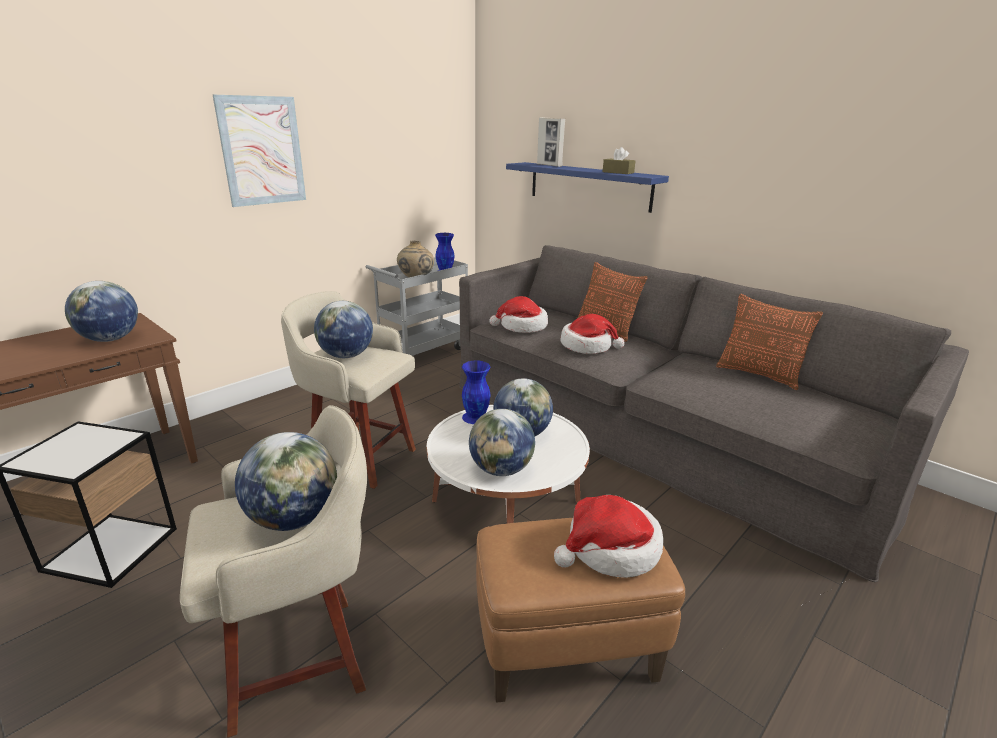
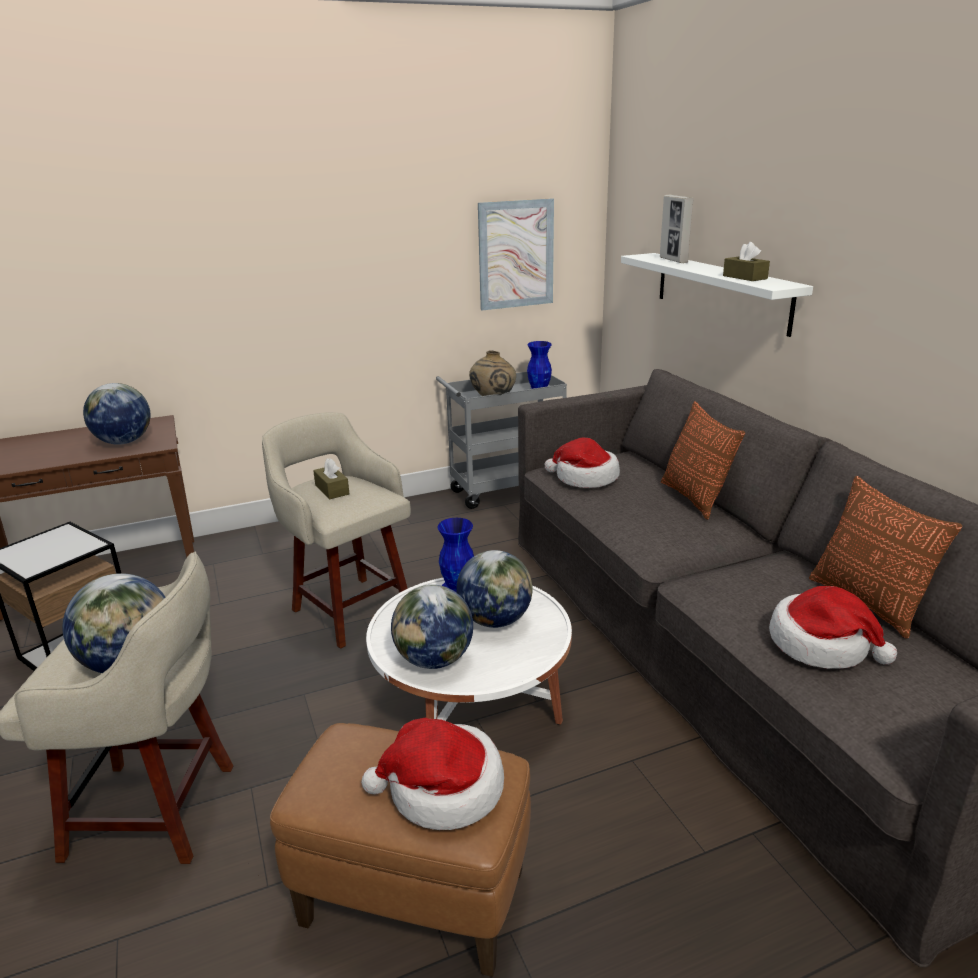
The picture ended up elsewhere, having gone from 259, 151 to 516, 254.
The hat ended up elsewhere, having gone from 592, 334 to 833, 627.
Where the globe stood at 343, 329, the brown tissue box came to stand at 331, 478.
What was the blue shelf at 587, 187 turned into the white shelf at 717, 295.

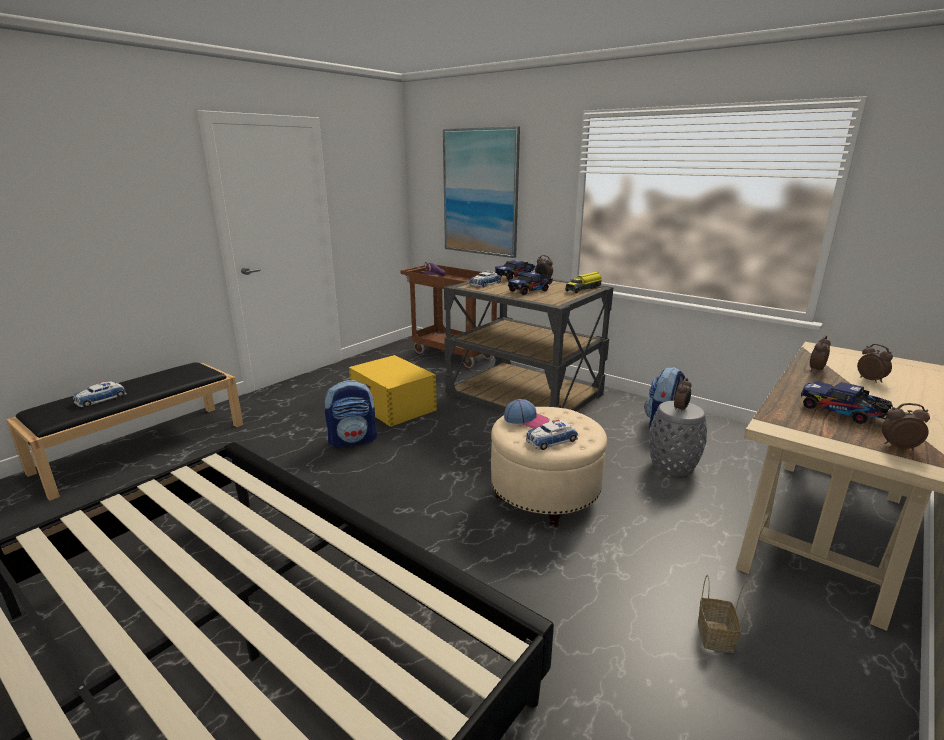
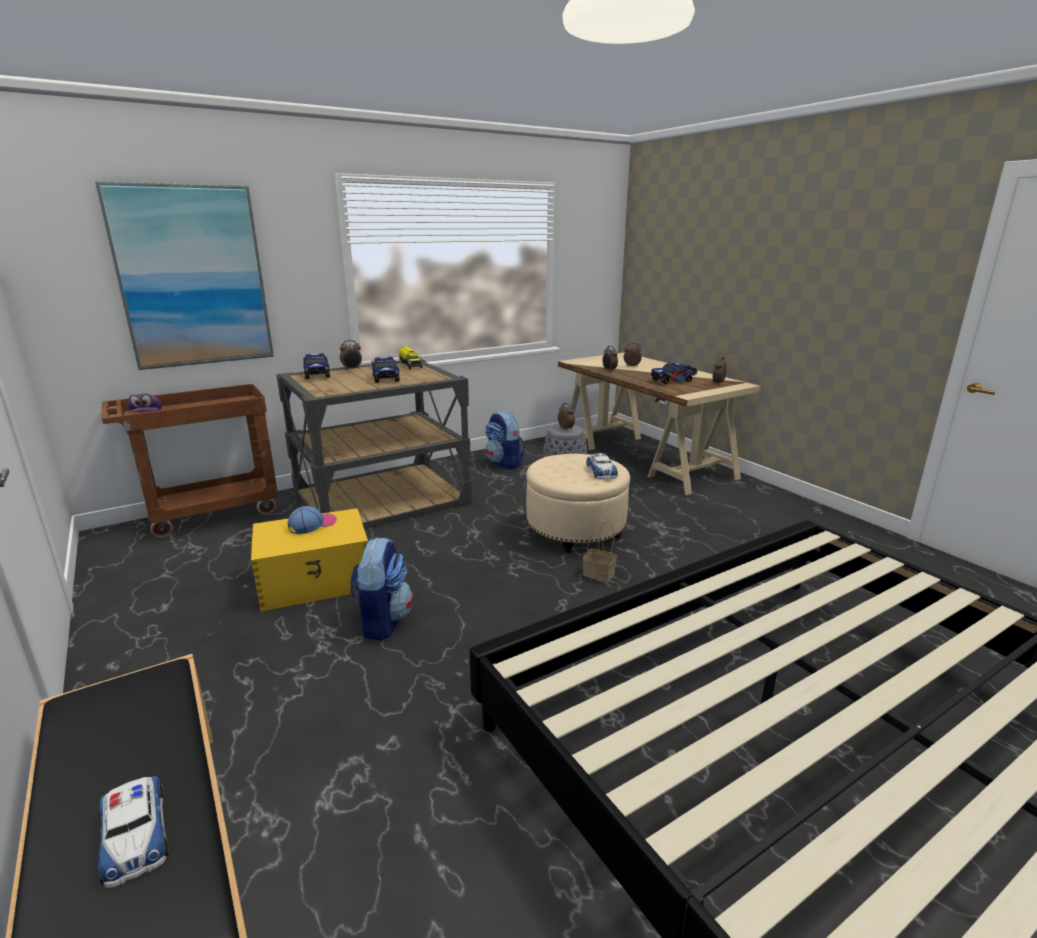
The second view lost the toy car at 485, 279.
The cap ended up elsewhere, having gone from 527, 414 to 312, 520.
The basket ended up elsewhere, having gone from 724, 614 to 600, 552.

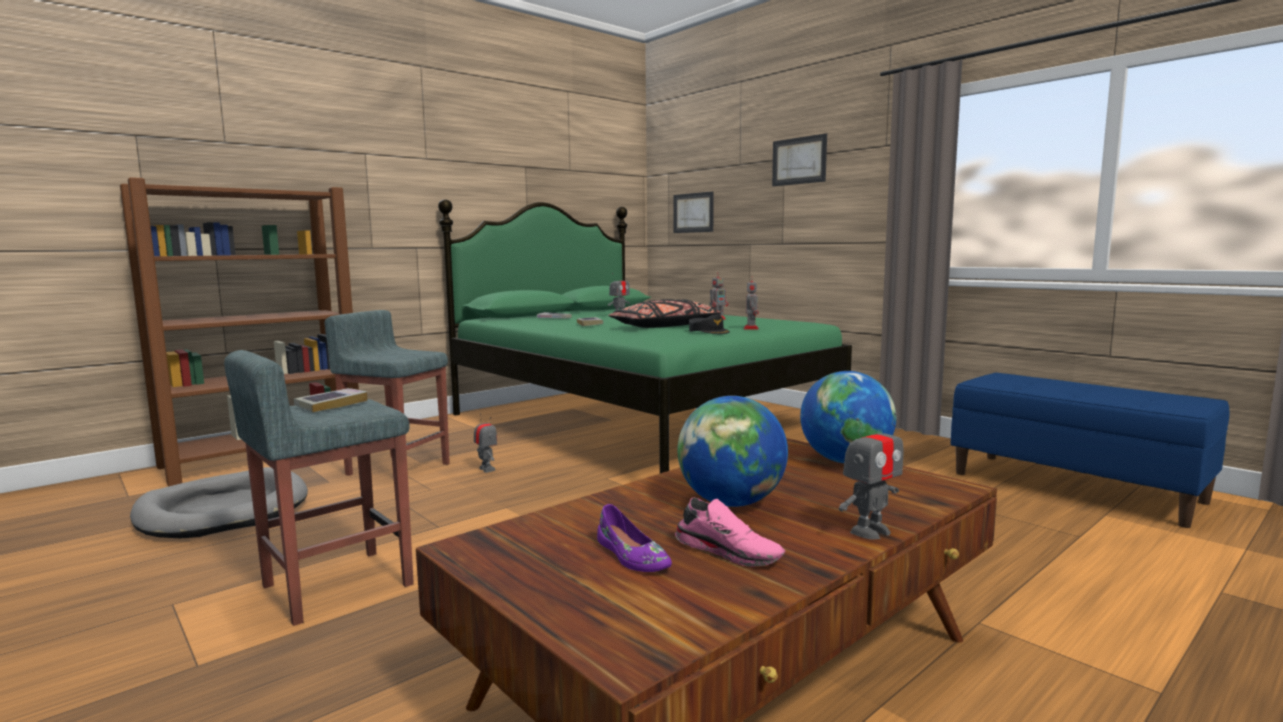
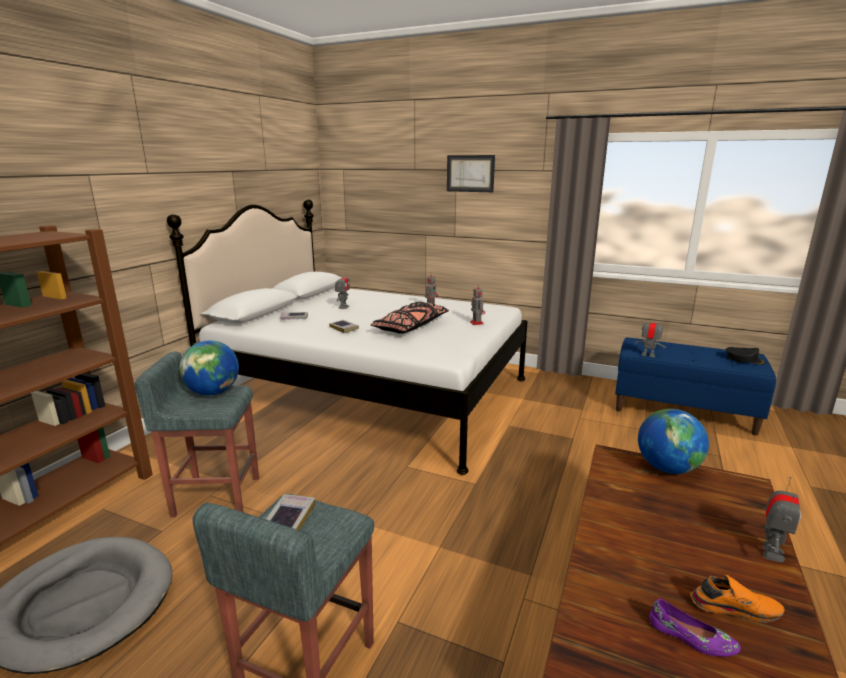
The second view lost the picture at 693, 212.
The toy robot ended up elsewhere, having gone from 485, 443 to 650, 337.
The globe ended up elsewhere, having gone from 732, 451 to 209, 367.
The black cap ended up elsewhere, having gone from 709, 324 to 746, 356.
What was the green bed at 645, 336 turned into the white bed at 347, 337.
What was the pink shoe at 730, 532 turned into the orange shoe at 737, 599.

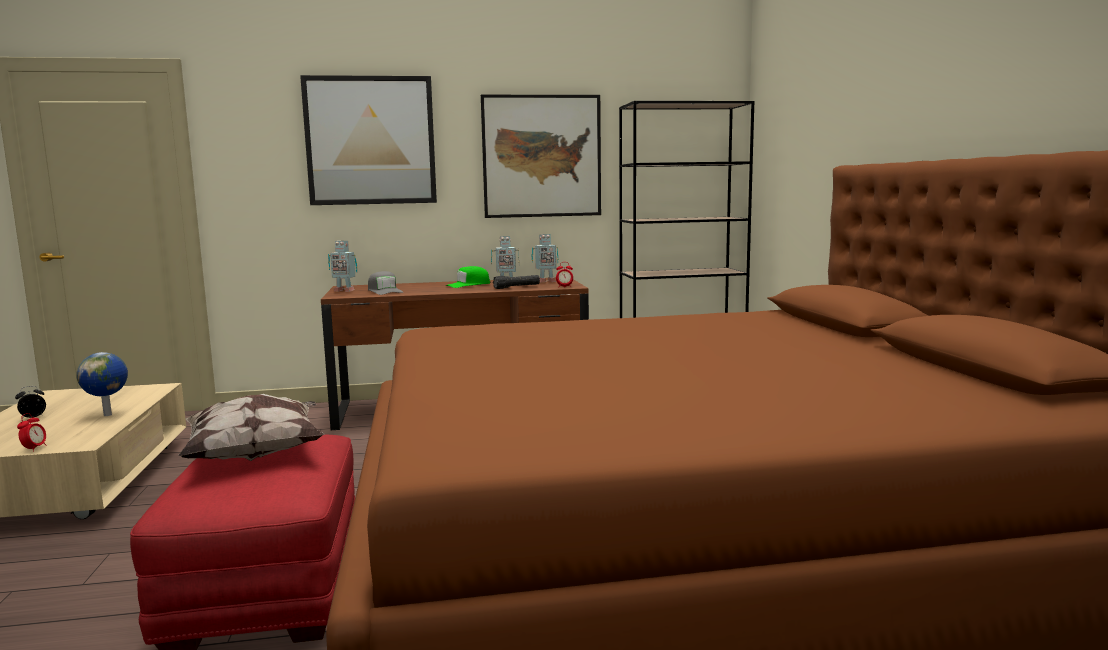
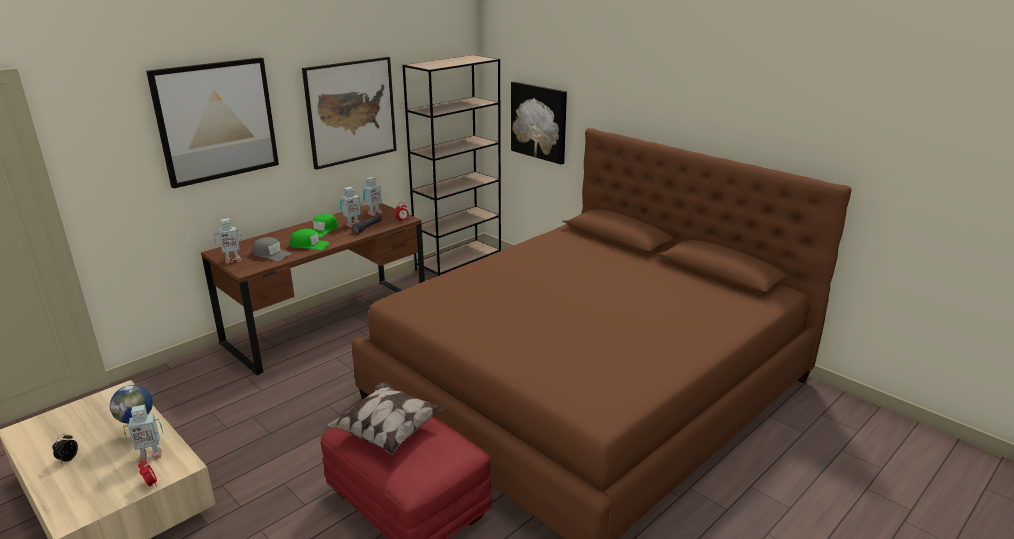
The second view gained the toy robot at 143, 434.
The second view gained the green cap at 310, 239.
The second view gained the picture at 539, 123.

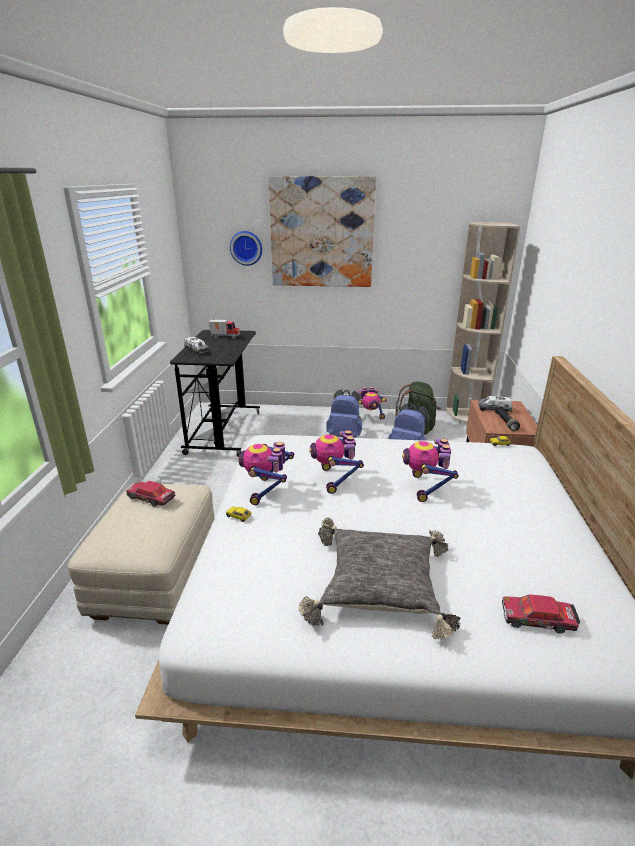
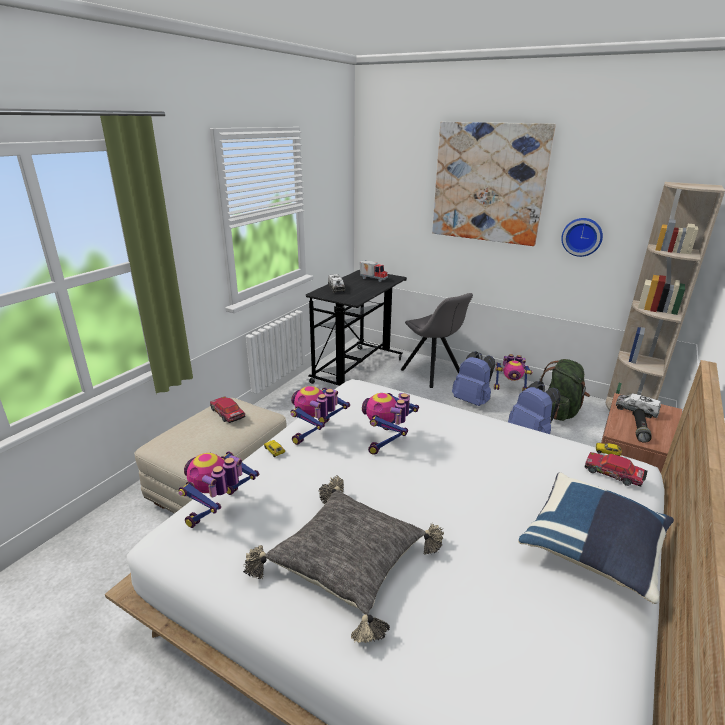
The second view gained the grey chair at 437, 340.
The second view gained the blue pillow at 596, 538.
The wall clock ended up elsewhere, having gone from 246, 248 to 582, 237.
The toy robot ended up elsewhere, having gone from 430, 470 to 219, 490.
The toy car ended up elsewhere, having gone from 541, 614 to 616, 469.

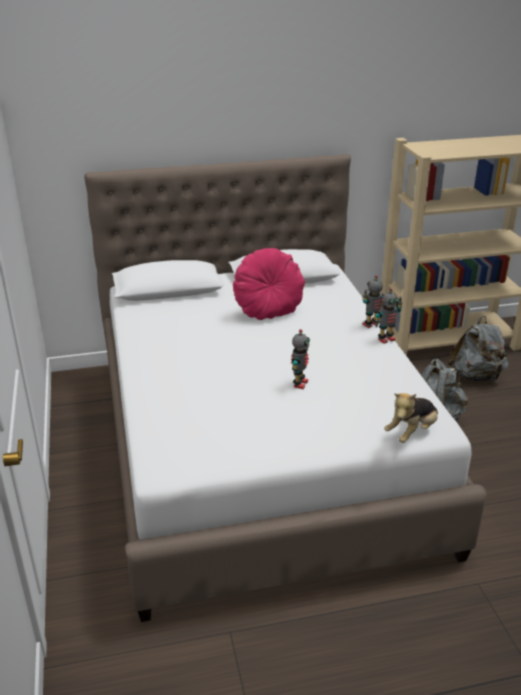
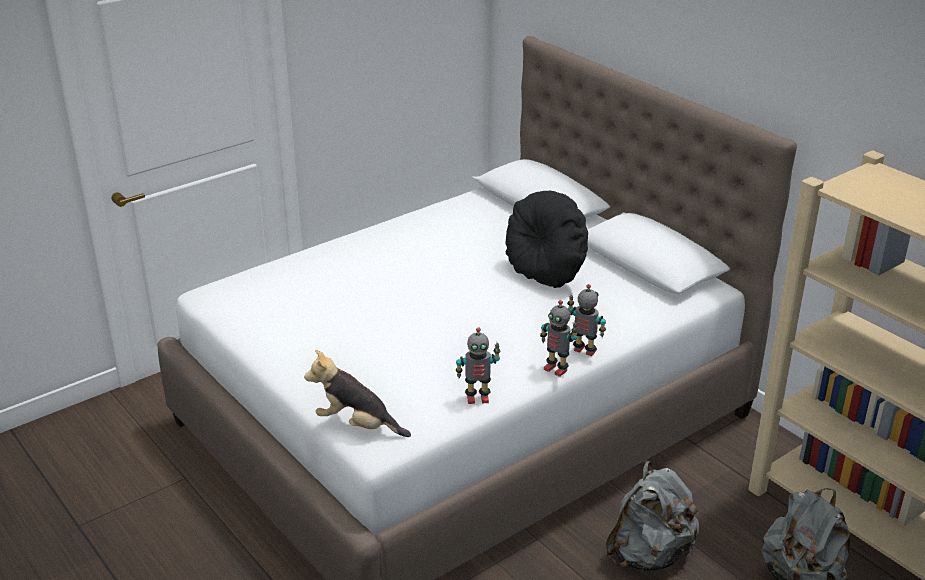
The toy robot ended up elsewhere, having gone from 300, 359 to 478, 365.
What was the pink pillow at 269, 284 turned into the black pillow at 547, 239.

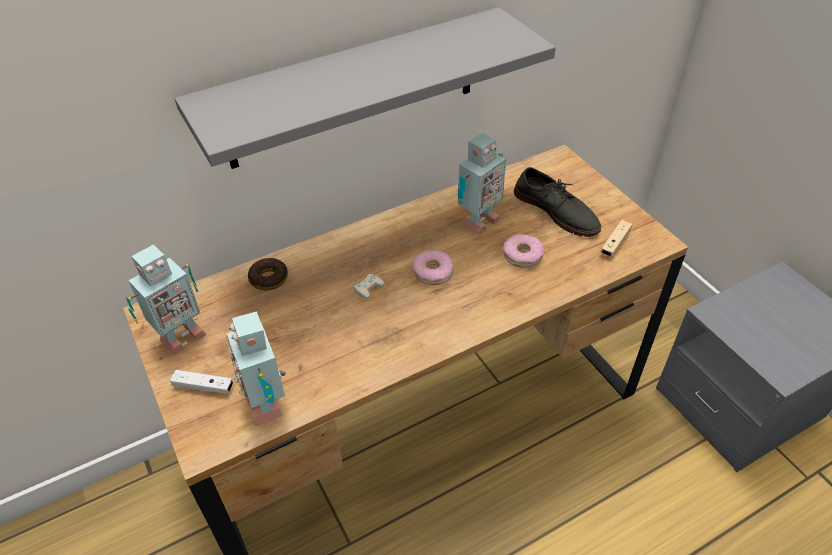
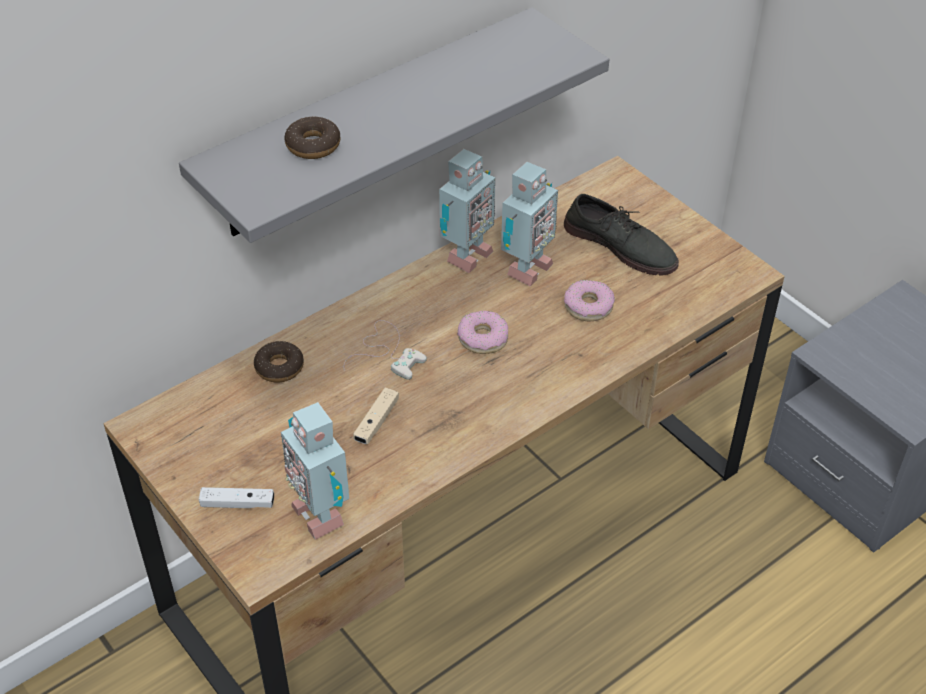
The second view gained the donut at 312, 138.
The toy robot ended up elsewhere, having gone from 166, 300 to 467, 211.
The beige game controller ended up elsewhere, having gone from 616, 238 to 376, 416.

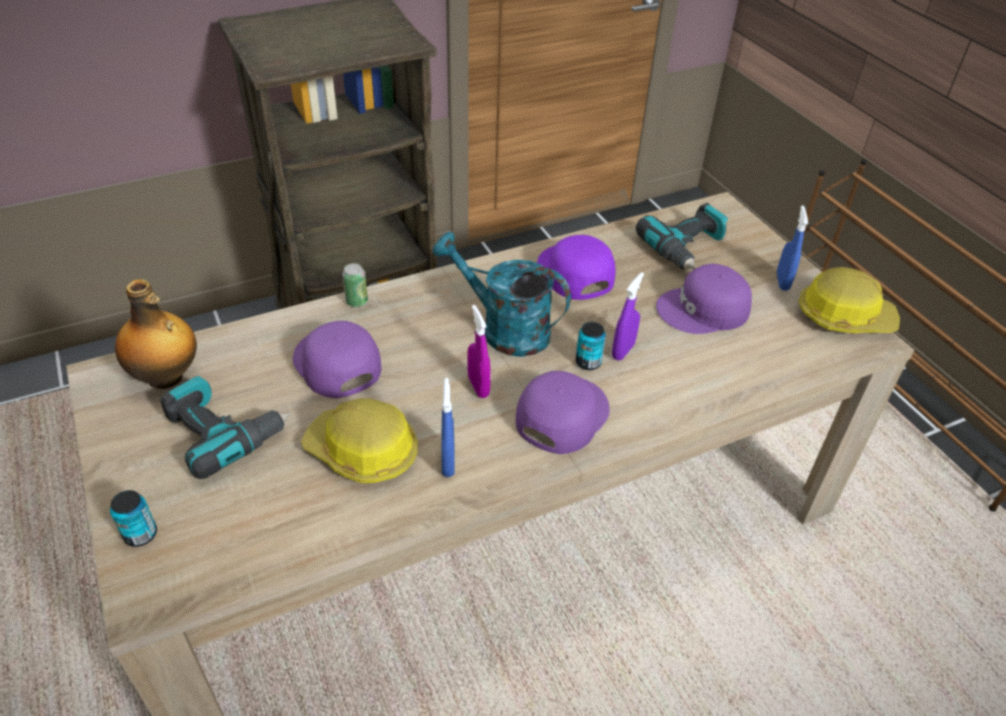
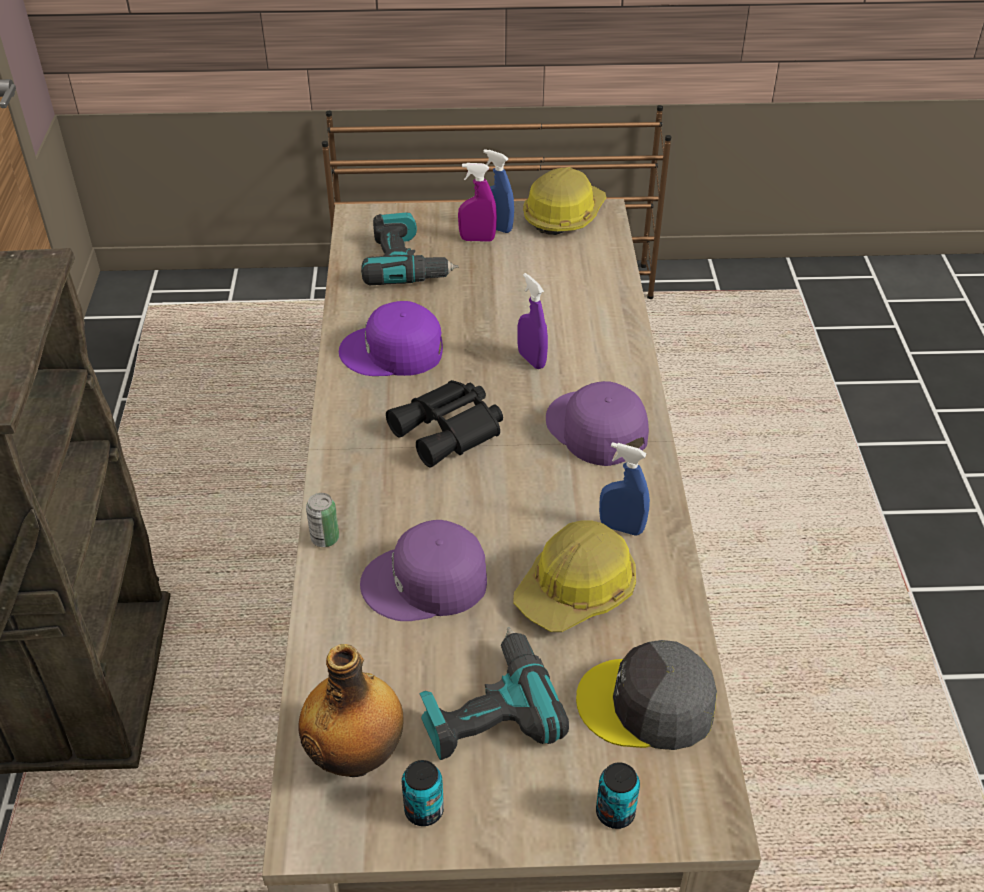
The second view lost the purple cap at 704, 299.
The second view gained the grey cap at 646, 695.
The purple spray bottle ended up elsewhere, having gone from 479, 351 to 477, 202.
The can ended up elsewhere, having gone from 591, 346 to 423, 793.
Where the turquoise watering can stood at 501, 294, the black binoculars came to stand at 444, 423.

